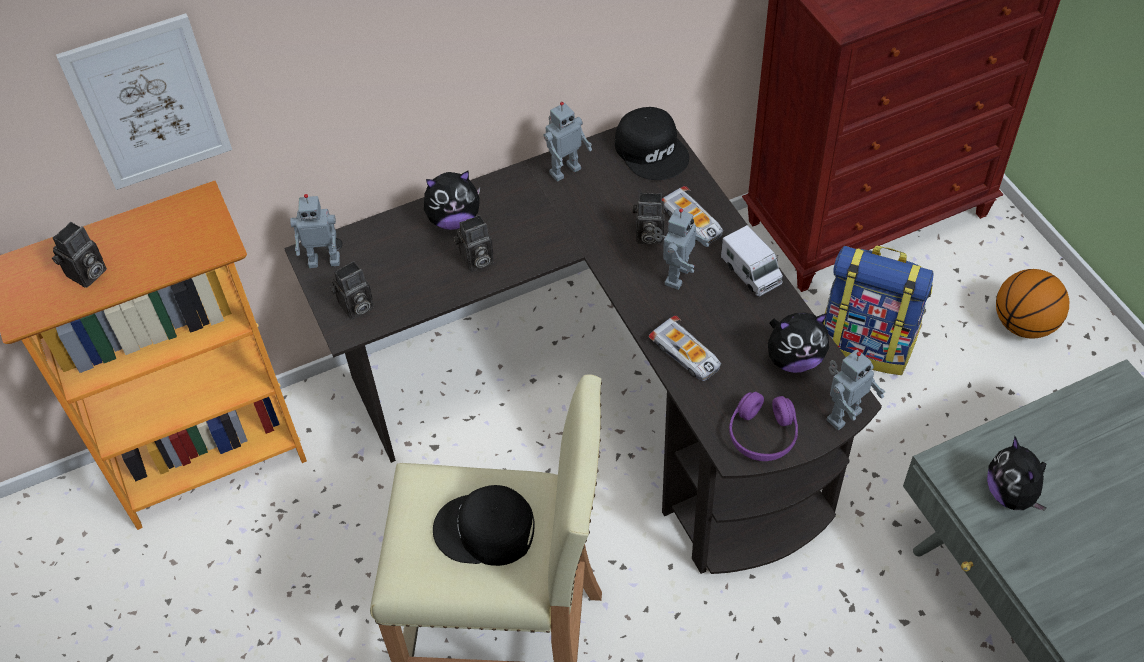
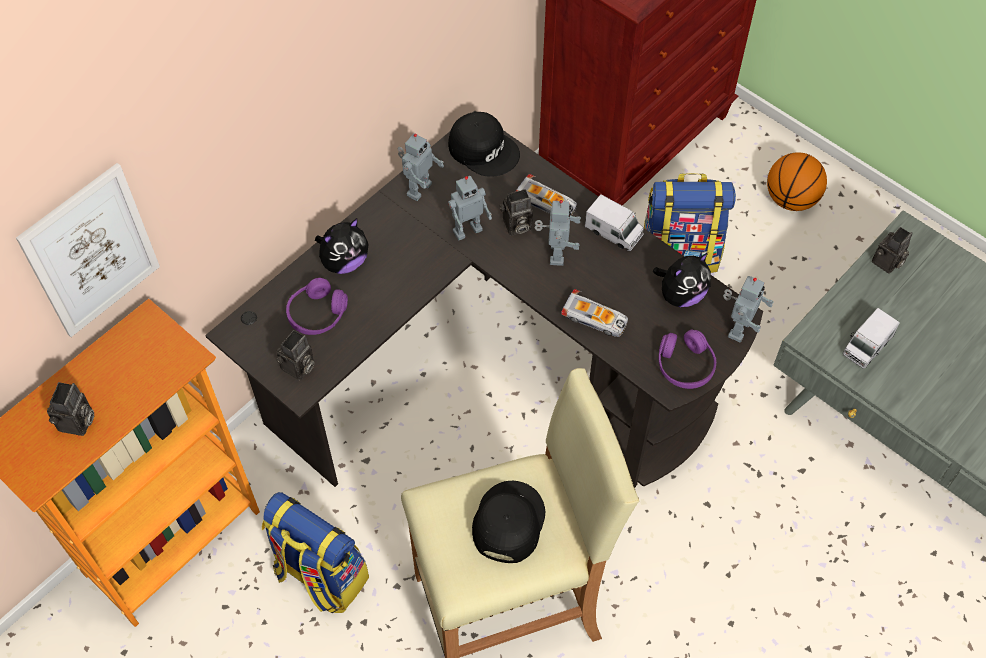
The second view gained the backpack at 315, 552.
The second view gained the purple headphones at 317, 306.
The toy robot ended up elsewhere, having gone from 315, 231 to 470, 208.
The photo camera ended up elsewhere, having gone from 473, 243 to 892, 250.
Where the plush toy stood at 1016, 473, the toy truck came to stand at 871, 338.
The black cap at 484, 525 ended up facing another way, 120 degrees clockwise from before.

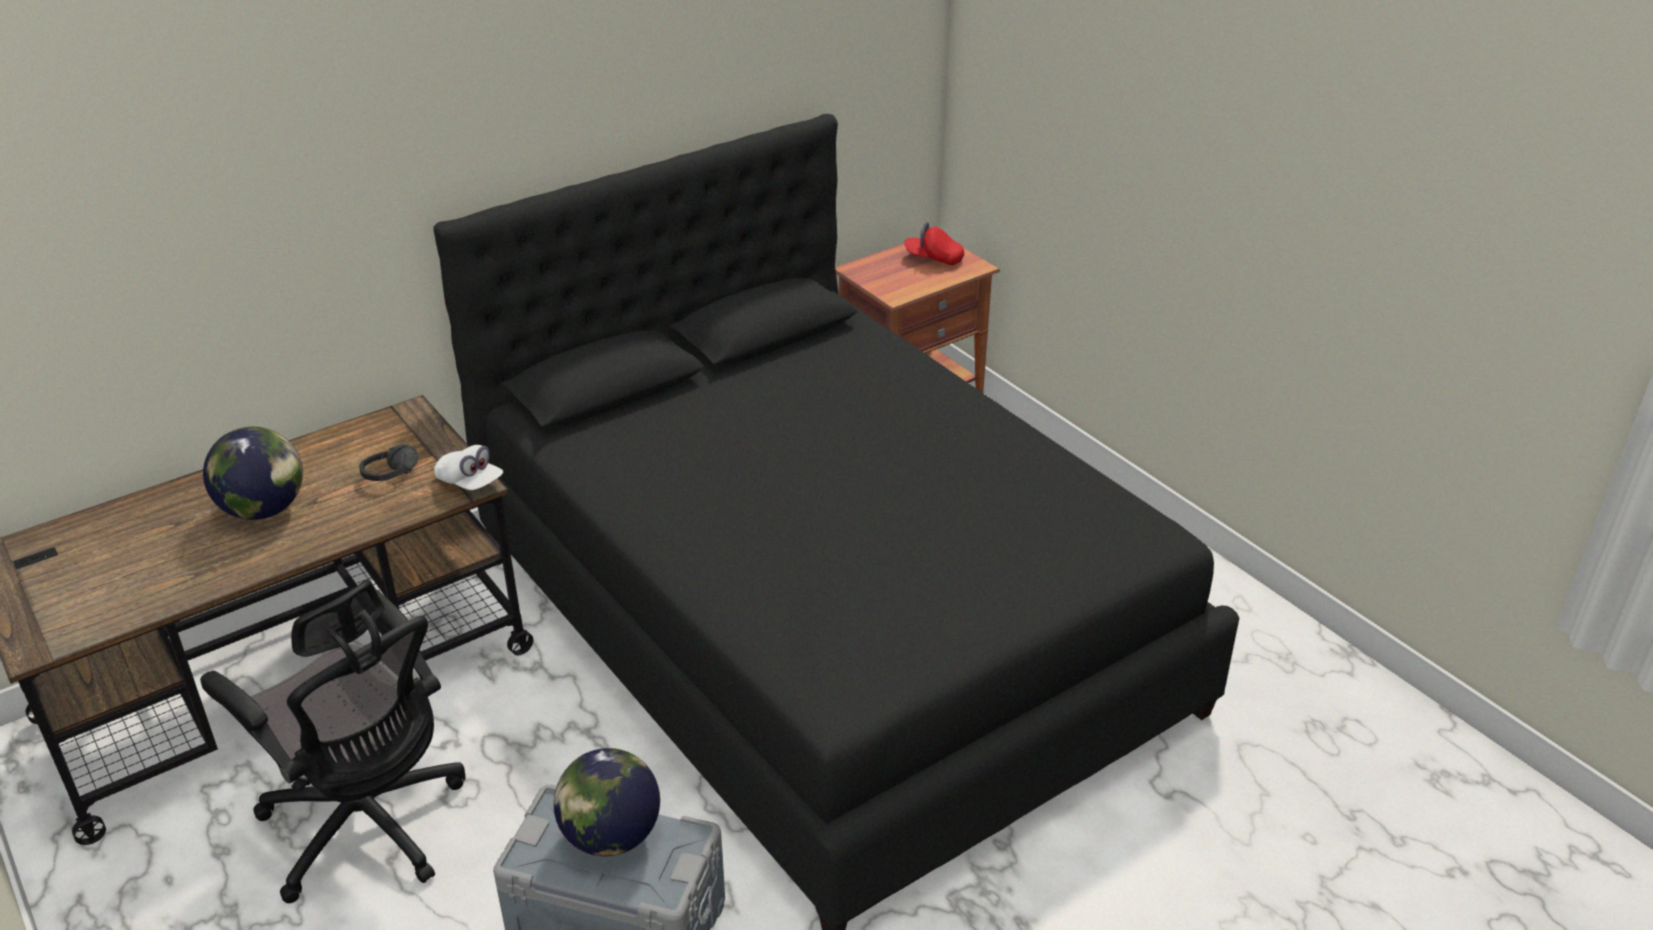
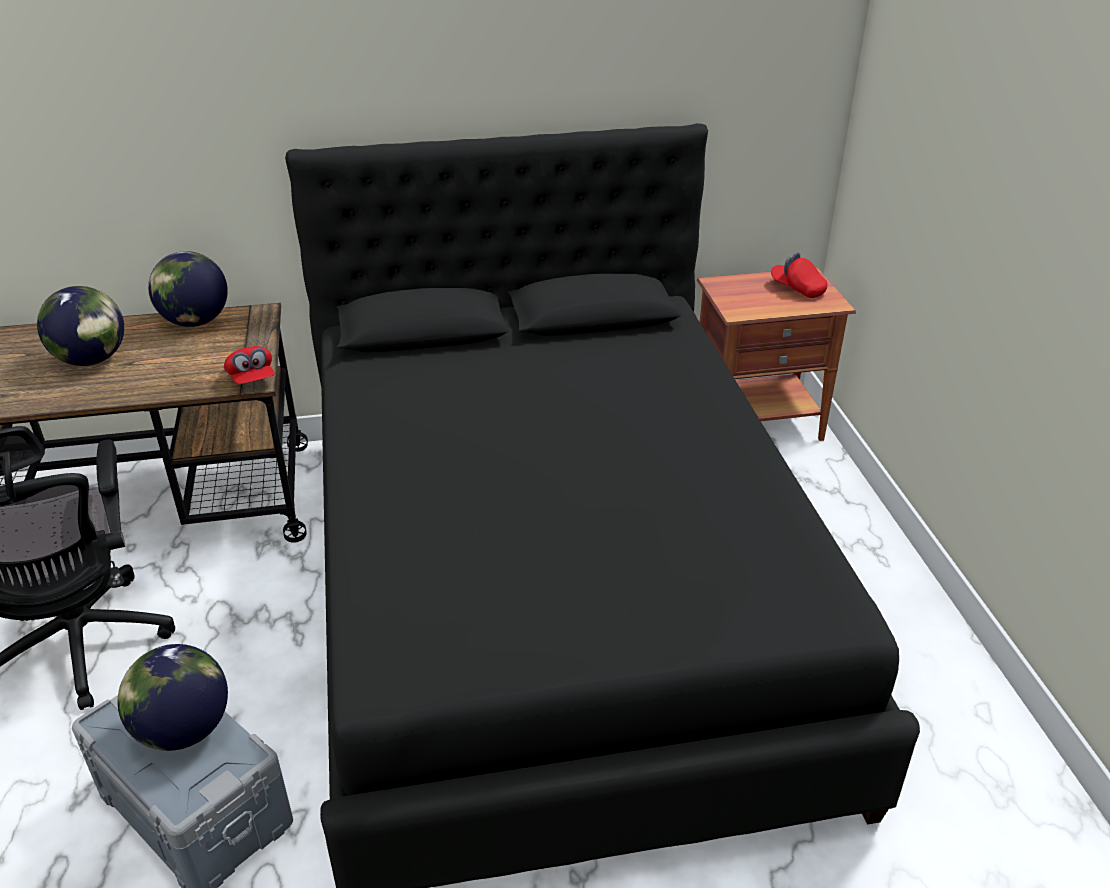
The second view lost the black headphones at 388, 462.
The second view gained the globe at 188, 289.
What was the white cap at 468, 467 turned into the red cap at 249, 365.

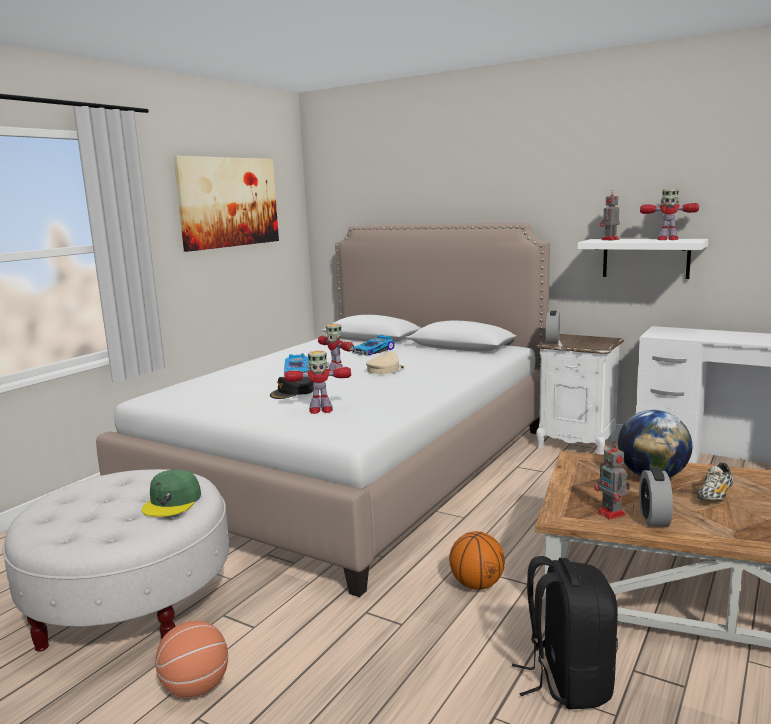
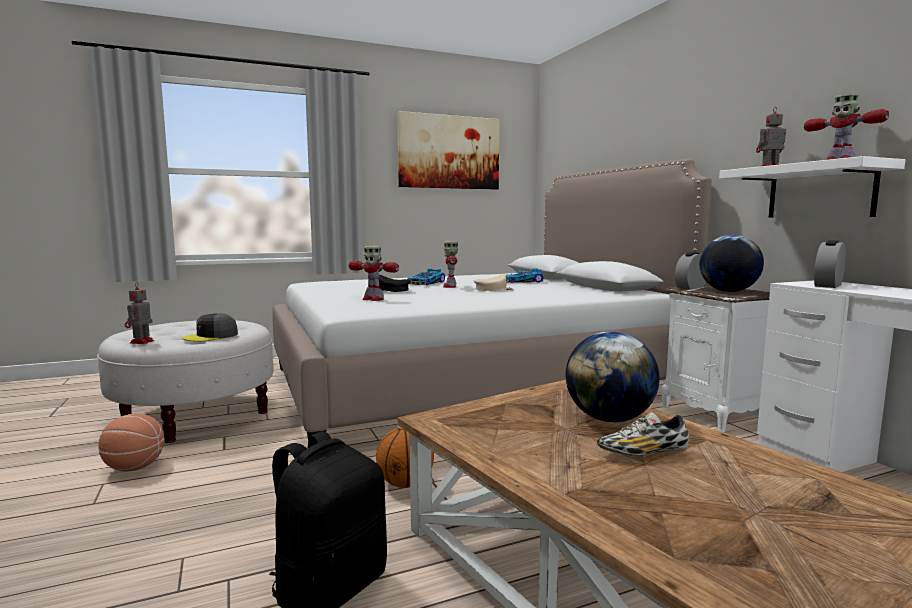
The second view gained the globe at 731, 263.
The toy robot ended up elsewhere, having gone from 612, 480 to 139, 313.
The alarm clock ended up elsewhere, having gone from 656, 497 to 830, 264.
What was the green cap at 171, 493 turned into the grey cap at 210, 327.

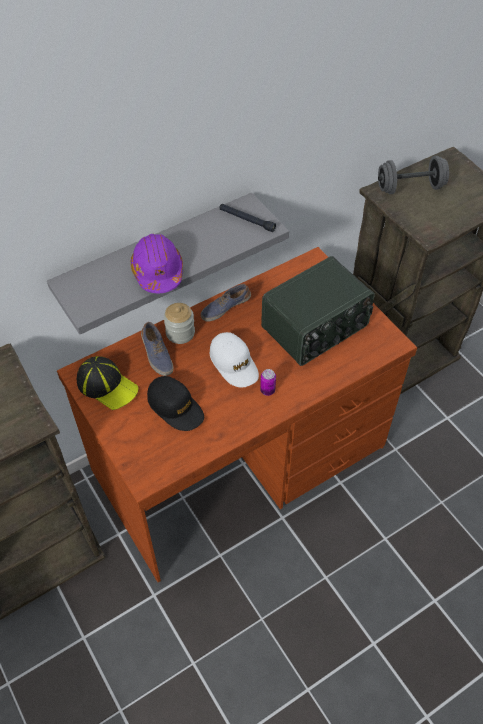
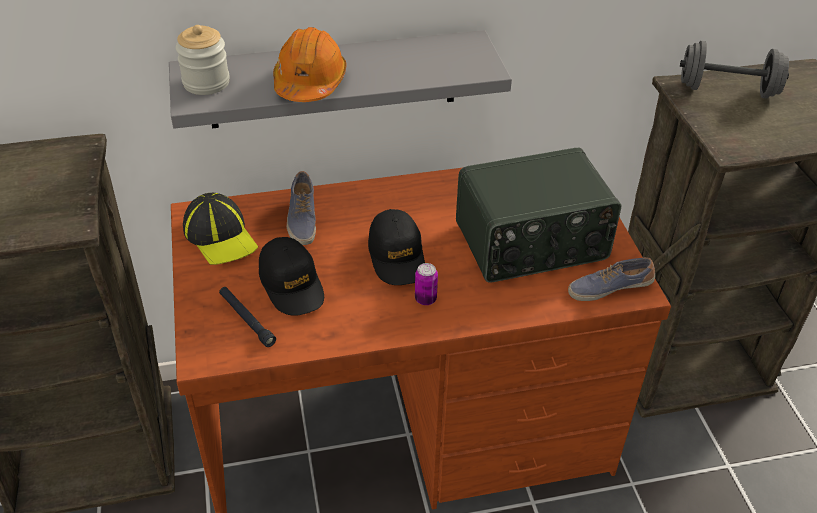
The jar ended up elsewhere, having gone from 179, 323 to 203, 60.
The shoe ended up elsewhere, having gone from 226, 302 to 611, 279.
The black flashlight ended up elsewhere, having gone from 247, 218 to 247, 317.
What was the purple hard hat at 157, 264 turned into the orange hard hat at 309, 64.
What was the white cap at 234, 360 turned into the black cap at 396, 247.

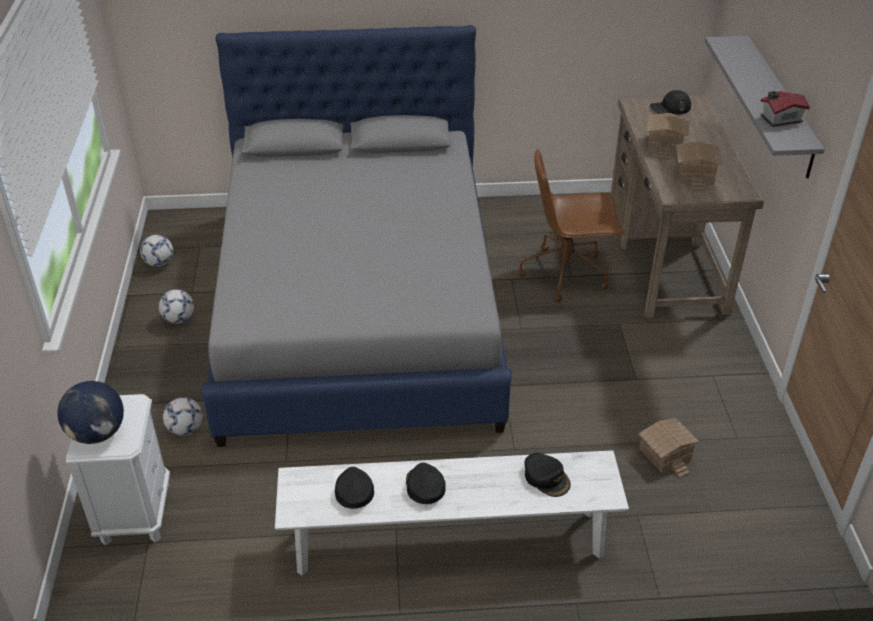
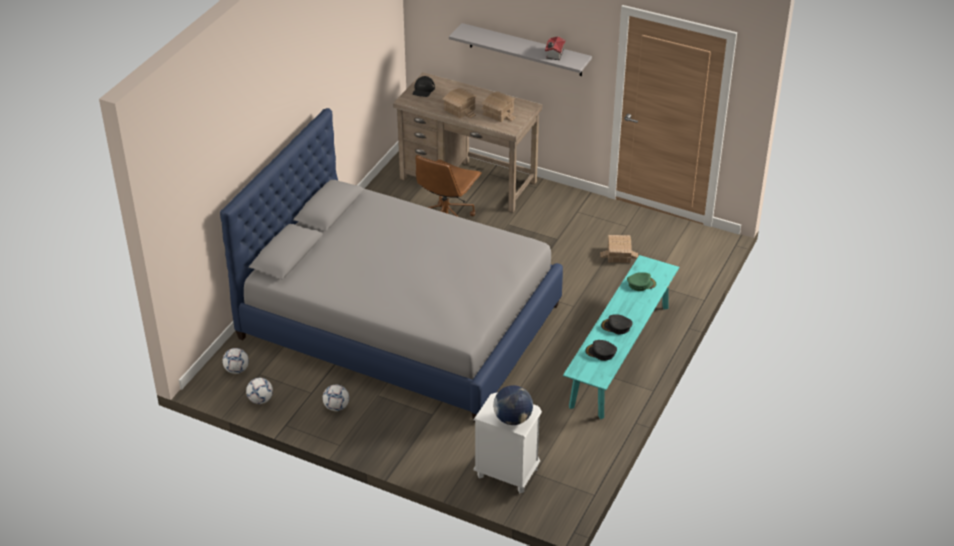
The football ended up elsewhere, having gone from 183, 416 to 235, 361.
What was the white bench at 452, 513 turned into the turquoise bench at 621, 337.
What was the black cap at 547, 475 turned into the green cap at 641, 281.

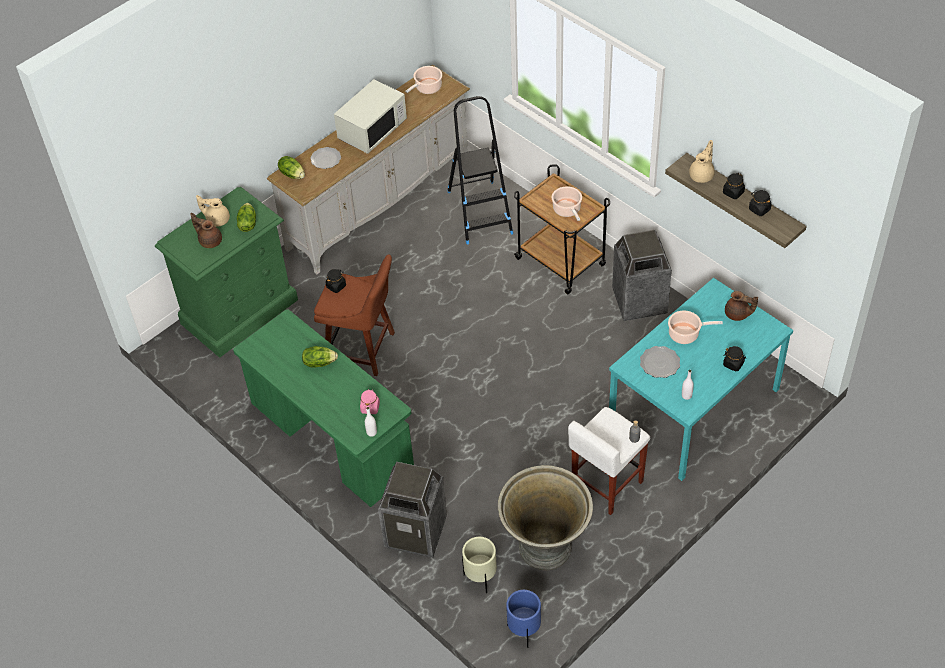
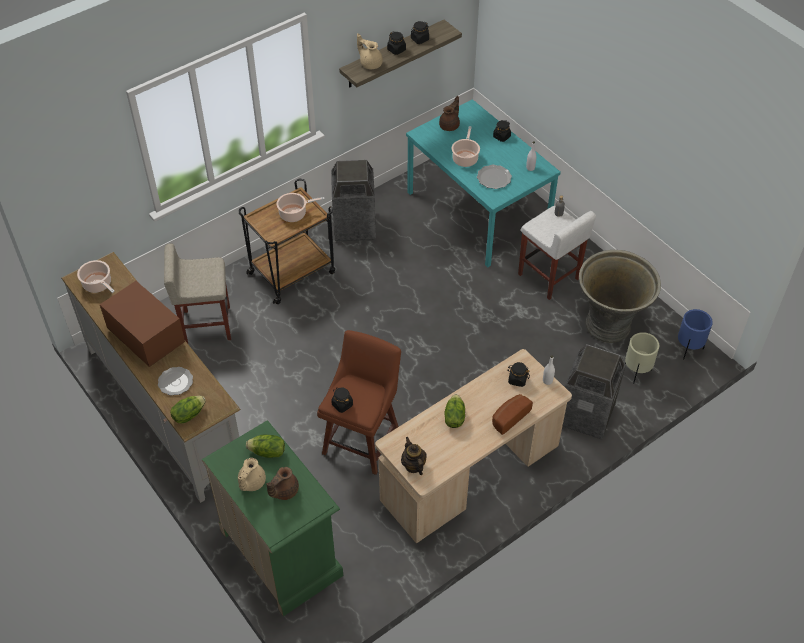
The second view gained the teapot at 414, 456.
The second view gained the bread at 512, 414.
Where the black step ladder stood at 480, 170, the beige stool came to stand at 197, 293.
What was the green desk at 323, 408 turned into the beige desk at 473, 446.
What was the white microwave at 370, 116 turned into the brown microwave at 142, 324.
What was the pink jar at 370, 401 turned into the black jar at 518, 374.

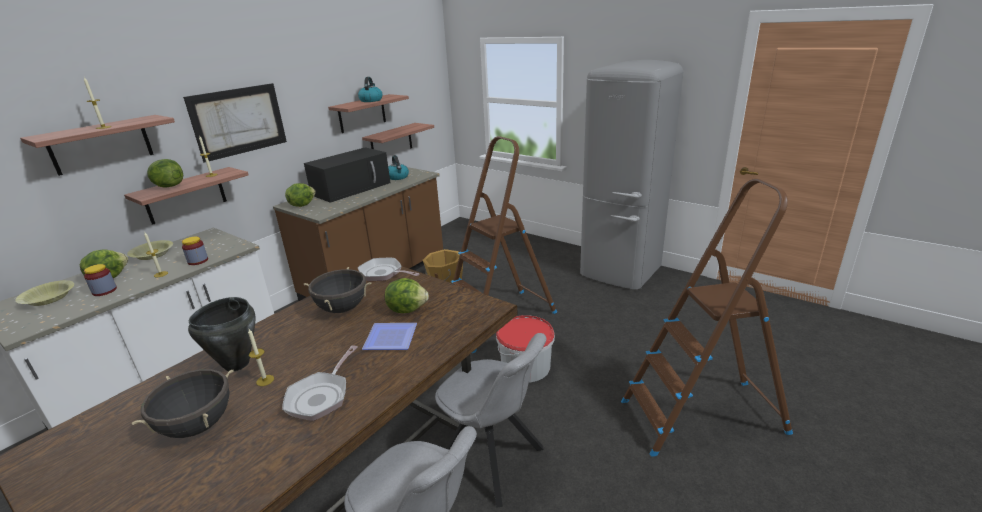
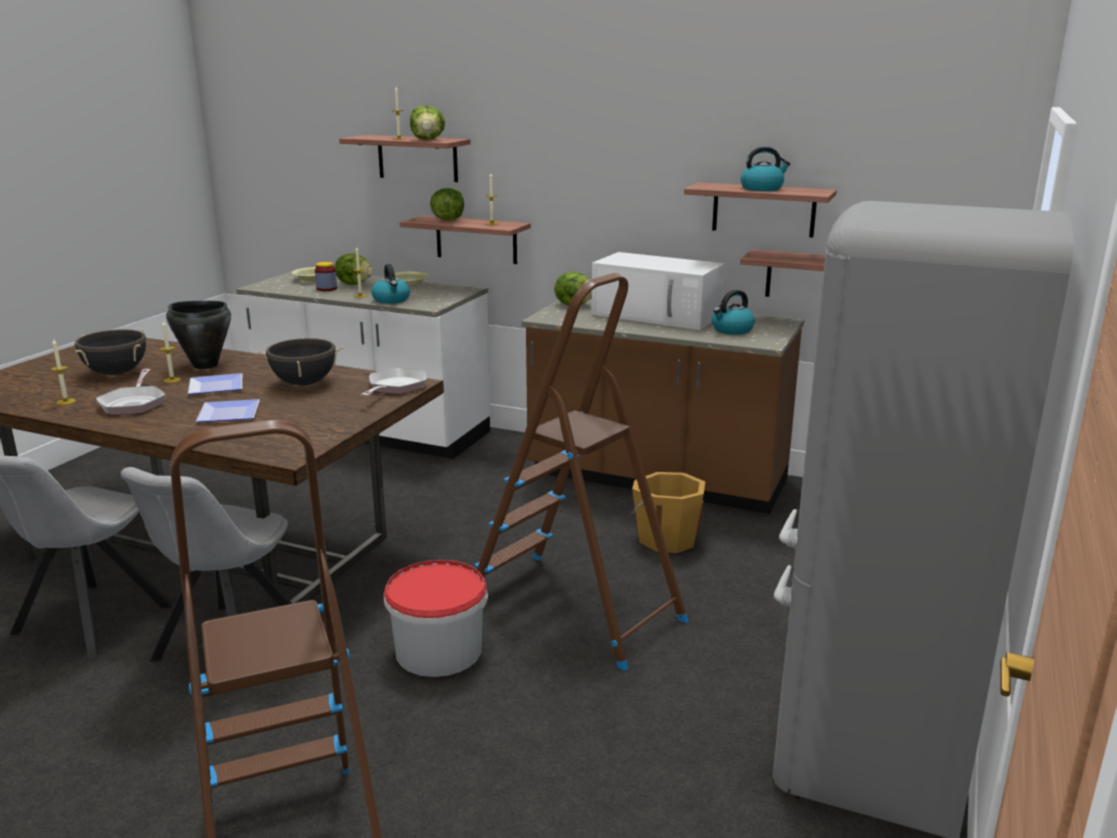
The second view lost the picture at 235, 123.
The second view gained the candle at 63, 371.
The second view gained the plate at 215, 384.
The lettuce ended up elsewhere, having gone from 407, 295 to 427, 122.
Where the jar stood at 195, 250, the kettle came to stand at 390, 284.
What was the black microwave at 347, 175 turned into the white microwave at 658, 291.
The frying pan at 320, 383 ended up facing another way, 105 degrees counterclockwise from before.

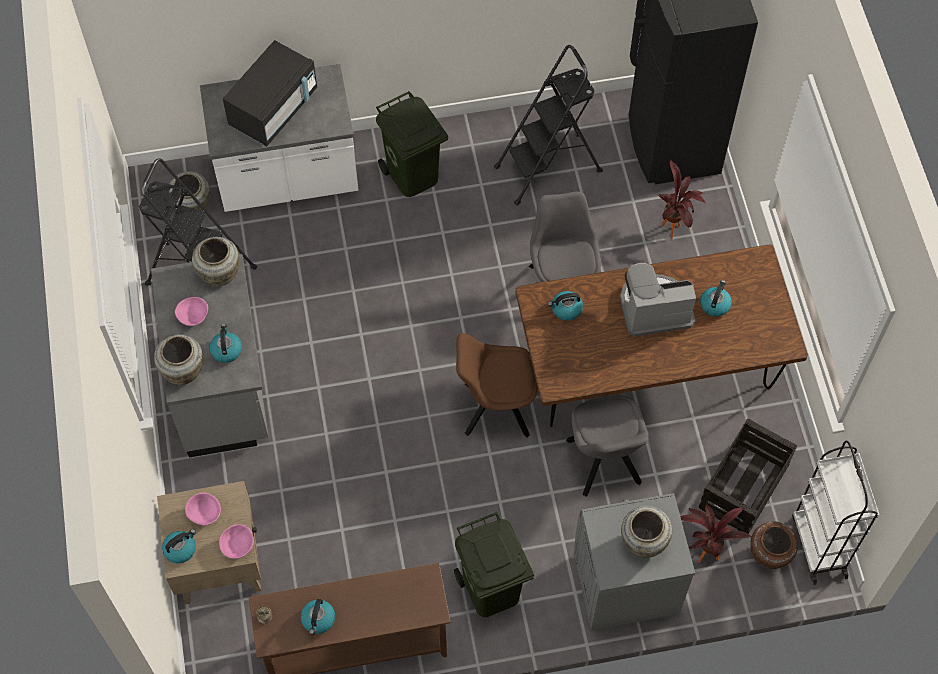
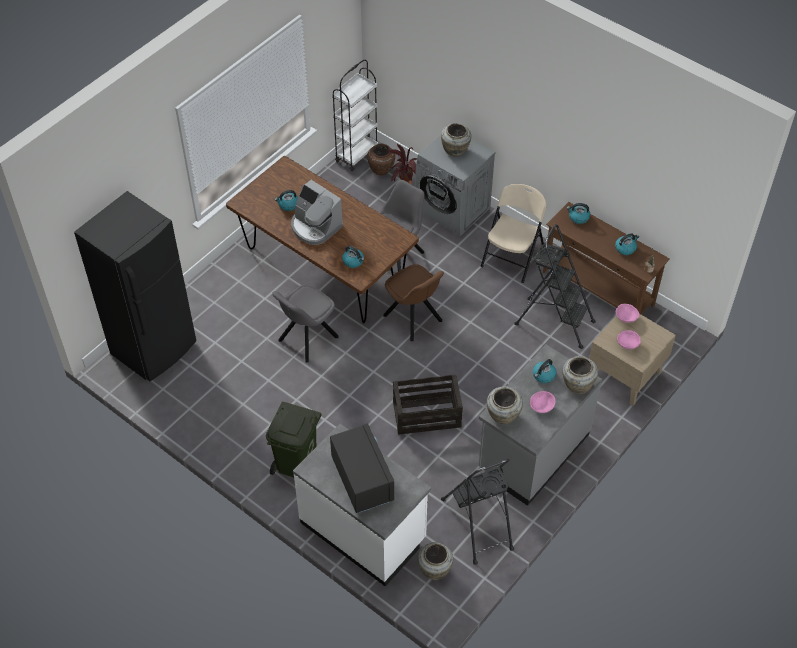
The second view lost the potted plant at 682, 199.
The kettle ended up elsewhere, having gone from 179, 546 to 578, 213.
The step ladder ended up elsewhere, having gone from 548, 125 to 555, 287.
The crate ended up elsewhere, having gone from 748, 476 to 428, 405.
Where the green trash can stood at 494, 564, the beige chair came to stand at 513, 233.
The black microwave at 270, 93 ended up facing another way, 75 degrees clockwise from before.

